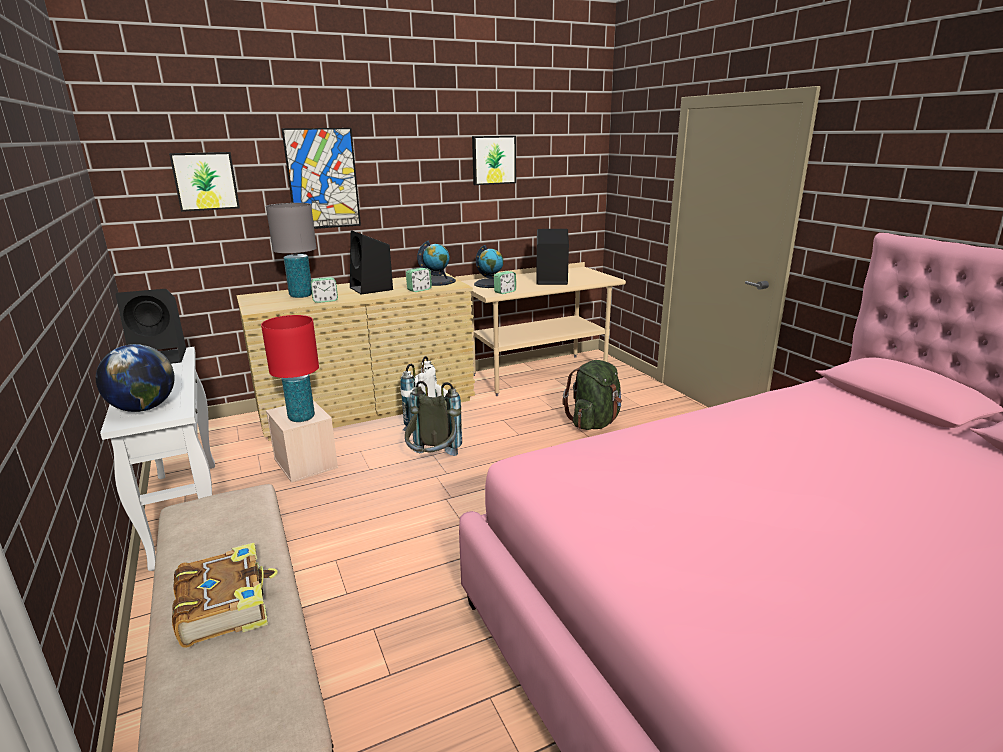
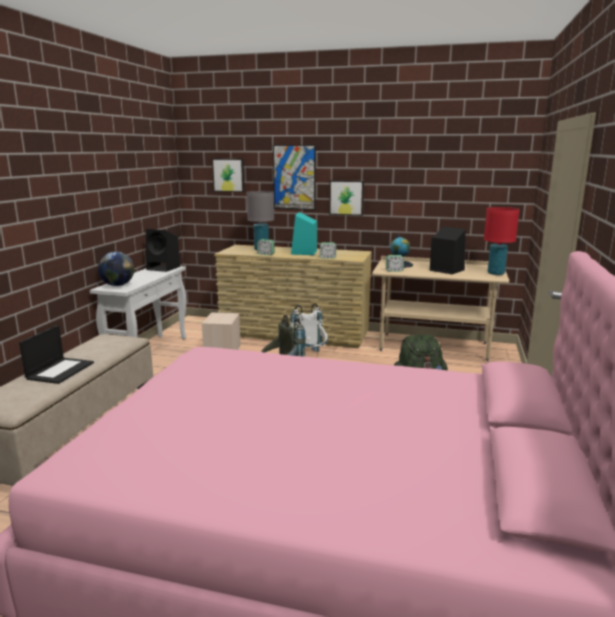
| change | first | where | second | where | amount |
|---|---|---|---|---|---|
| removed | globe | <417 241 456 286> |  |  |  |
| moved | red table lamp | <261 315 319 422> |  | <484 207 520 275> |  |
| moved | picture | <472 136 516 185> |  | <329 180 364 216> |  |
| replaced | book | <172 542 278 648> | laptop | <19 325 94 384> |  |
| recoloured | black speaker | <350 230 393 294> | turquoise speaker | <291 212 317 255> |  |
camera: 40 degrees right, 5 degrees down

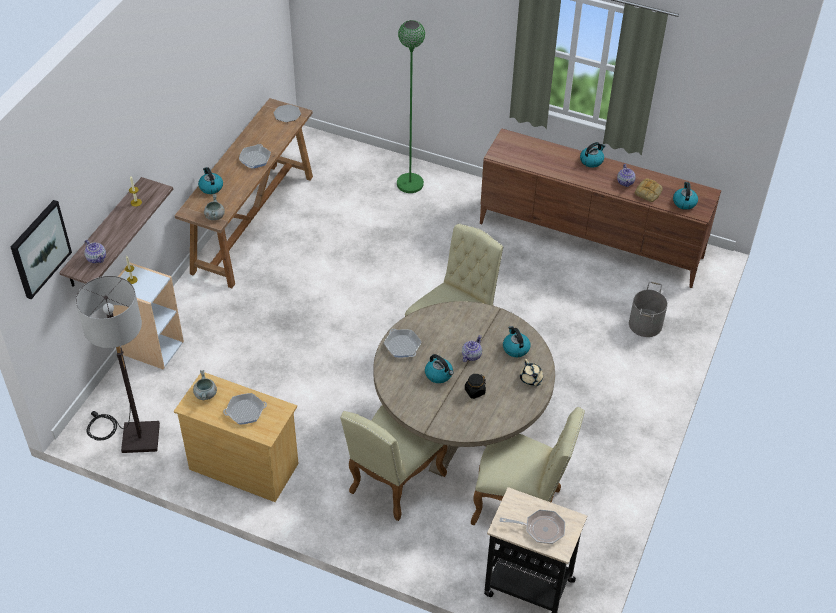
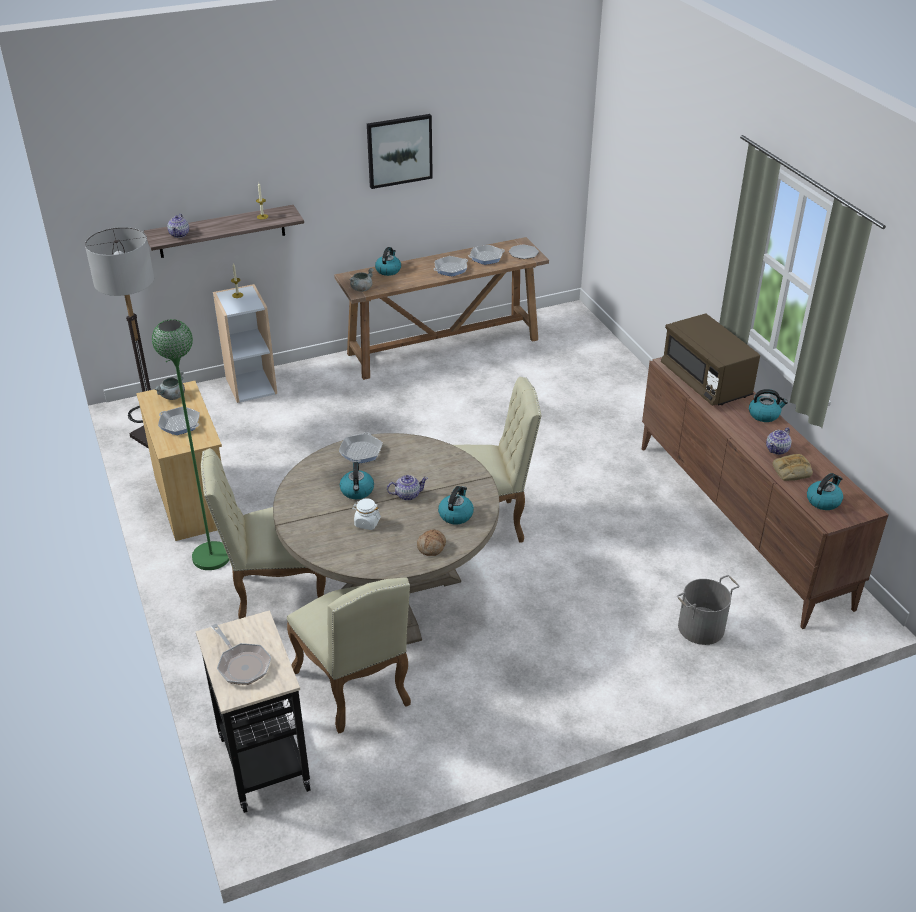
| change | first | where | second | where | amount |
|---|---|---|---|---|---|
| added |  |  | frying pan | <468 245 505 265> |  |
| added |  |  | brown microwave | <661 313 760 406> |  |
| moved | picture | <11 200 72 299> |  | <367 114 433 189> |  |
| moved | green floor lamp | <397 20 425 193> |  | <152 319 229 570> |  |
| replaced | beige teapot | <520 359 543 386> | bread | <417 529 446 556> |  |
| recoloured | black jar | <465 374 486 399> | white jar | <352 498 381 530> |  |
camera: 45 degrees right, 10 degrees down

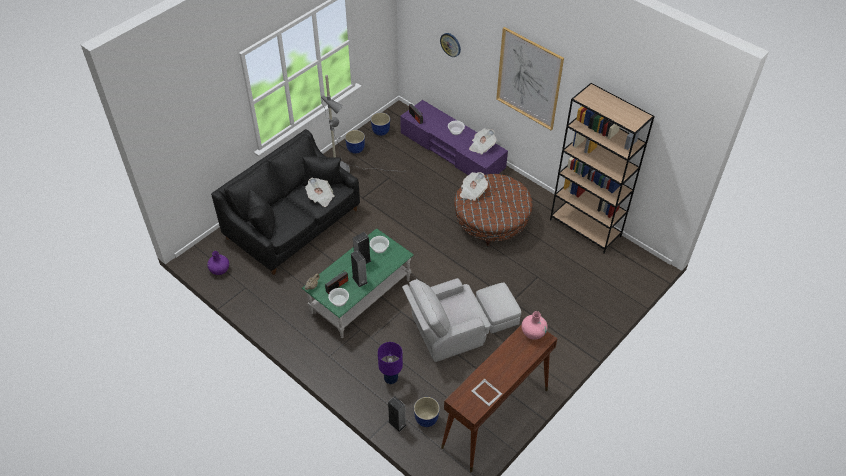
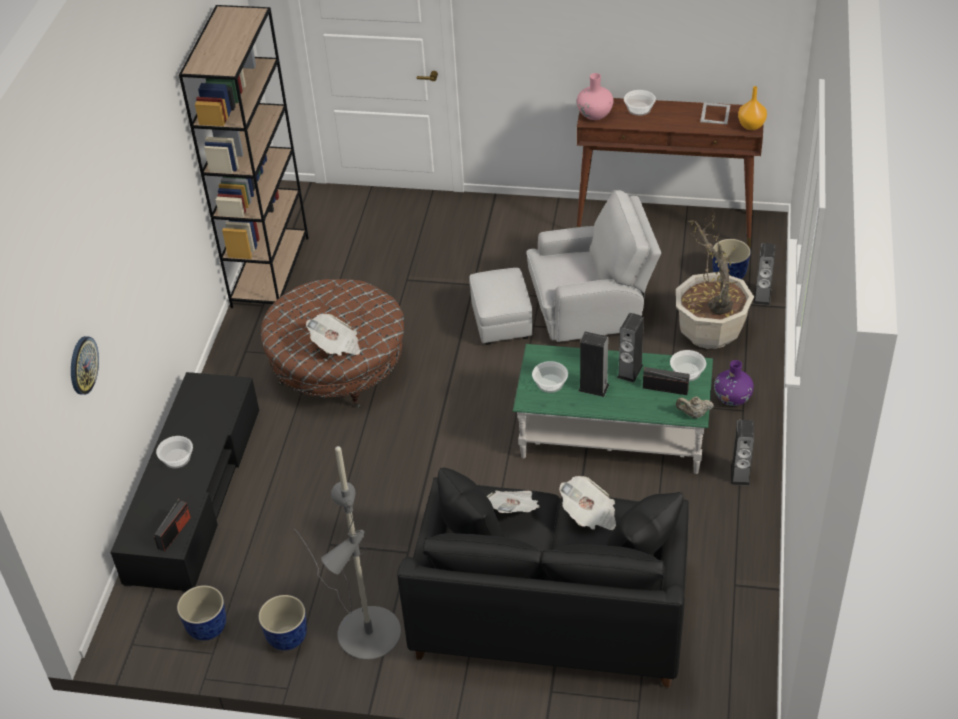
| change | first | where | second | where | amount |
|---|---|---|---|---|---|
| removed | picture | <496 27 564 130> |  |  |  |
| added |  |  | bowl | <624 90 656 116> |  |
| added |  |  | speaker | <731 420 754 486> |  |
| added |  |  | orange vase | <738 86 767 130> |  |
| moved | purple vase | <207 251 229 275> |  | <714 360 754 406> |  |
| moved | newspaper | <469 128 496 154> |  | <559 476 616 530> |  |
| replaced | purple table lamp | <378 342 403 384> | potted plant | <676 211 754 349> |  |
| recoloured | purple tv stand | <400 100 508 175> | black tv stand | <110 372 259 592> |  |
| turned | white armchair | <402 278 521 362> |  | <469 190 661 345> | 45 degrees counterclockwise |
camera: 120 degrees left, 5 degrees down

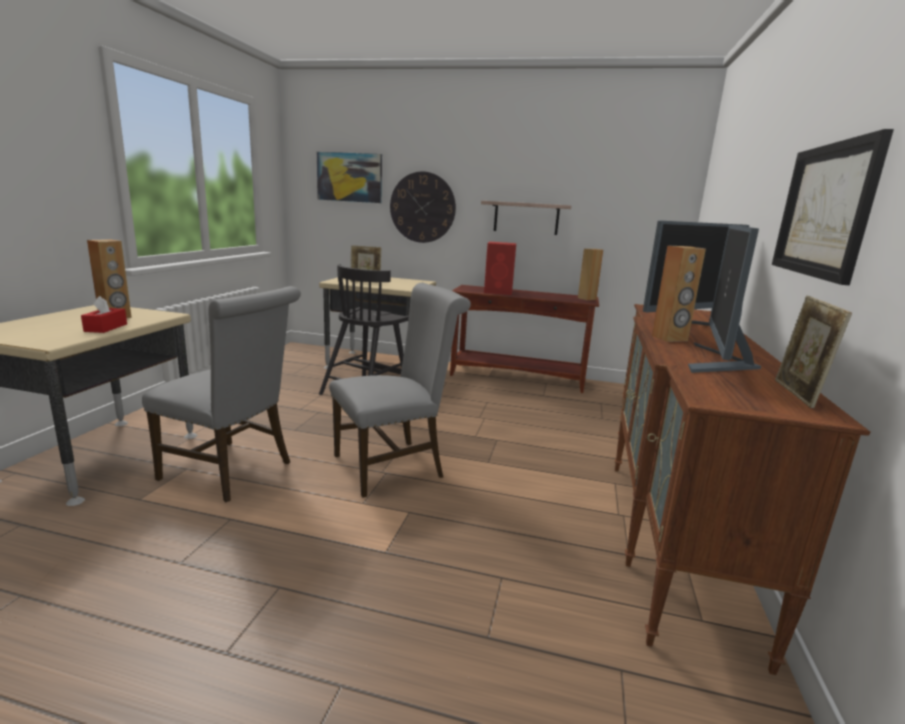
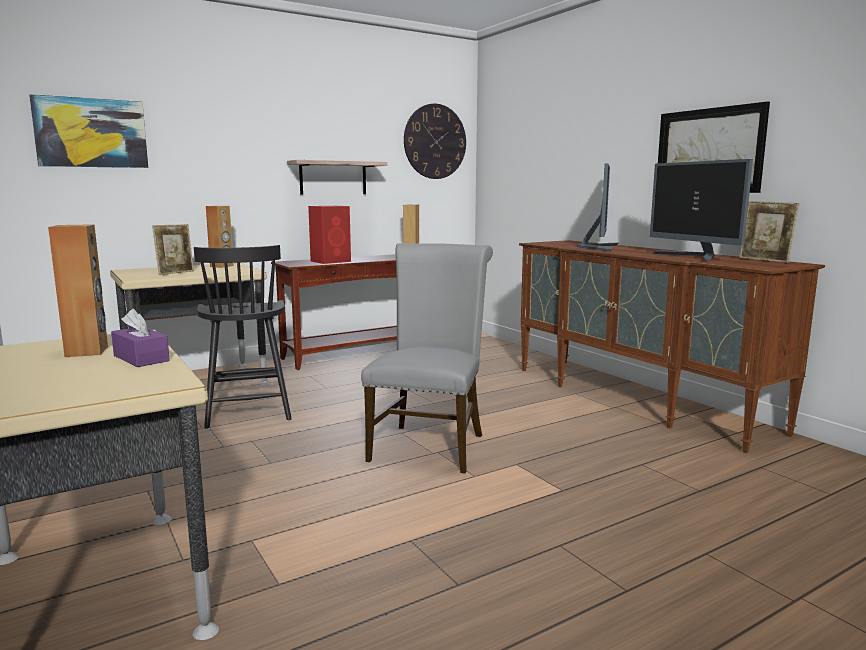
| change | first | where | second | where | amount |
|---|---|---|---|---|---|
| removed | grey chair | <142 286 301 502> |  |  |  |
| moved | wall clock | <390 171 456 243> |  | <404 104 466 179> |  |
| moved | brown speaker | <652 246 706 342> |  | <206 206 234 268> |  |
| recoloured | red tissue box | <81 296 127 333> | purple tissue box | <111 309 170 367> |  |
camera: 45 degrees left, 5 degrees down

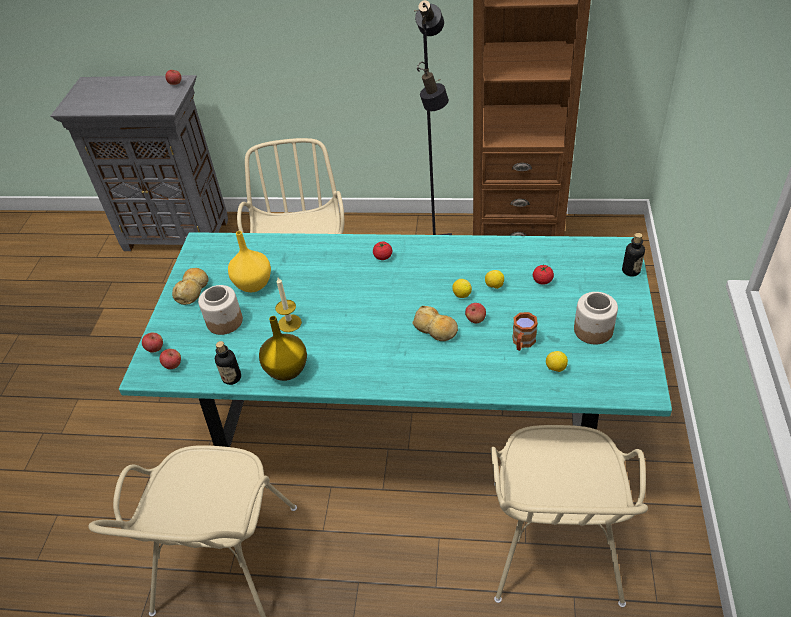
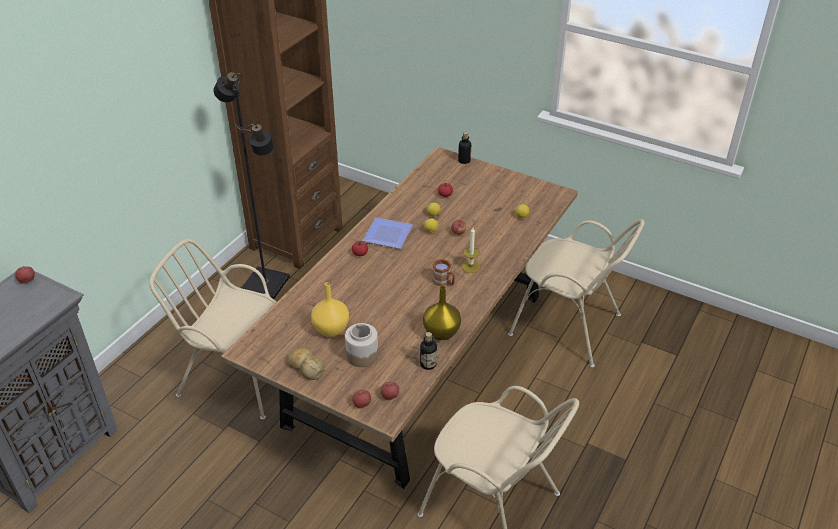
| change | first | where | second | where | amount |
|---|---|---|---|---|---|
| removed | bread | <412 306 458 341> |  |  |  |
| removed | jar | <574 292 618 345> |  |  |  |
| added |  |  | plate | <362 217 413 249> |  |
| moved | candle | <275 277 302 332> |  | <462 228 480 273> |  |
| moved | brown mug | <512 312 538 351> |  | <432 259 455 286> |  |
| recoloured | turquoise dining table | <119 232 672 447> | brown dining table | <221 147 578 489> |  |
camera: 70 degrees left, 5 degrees down

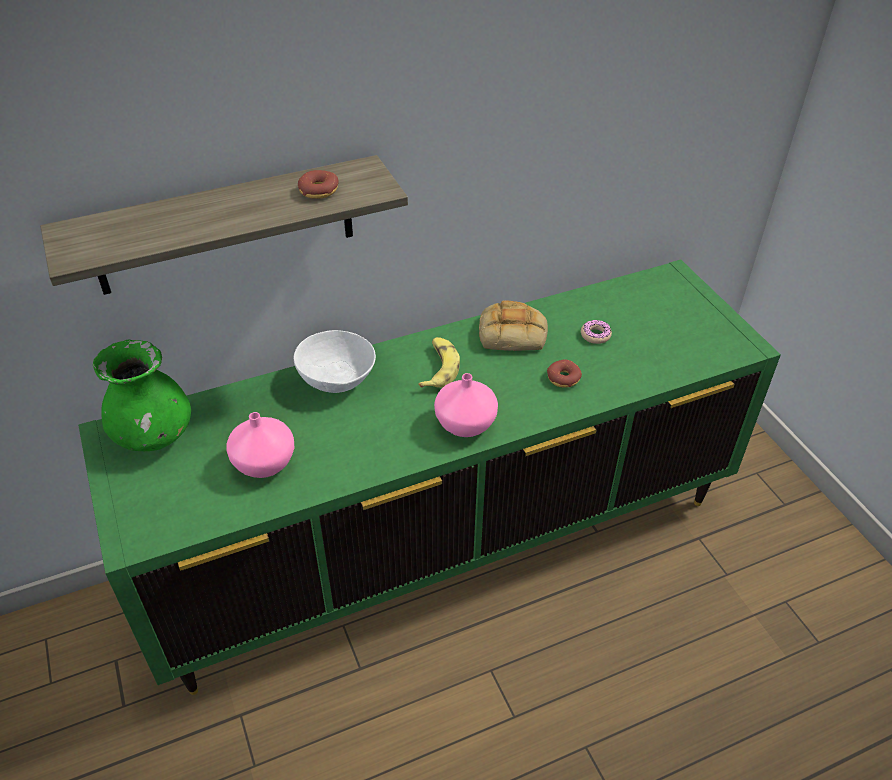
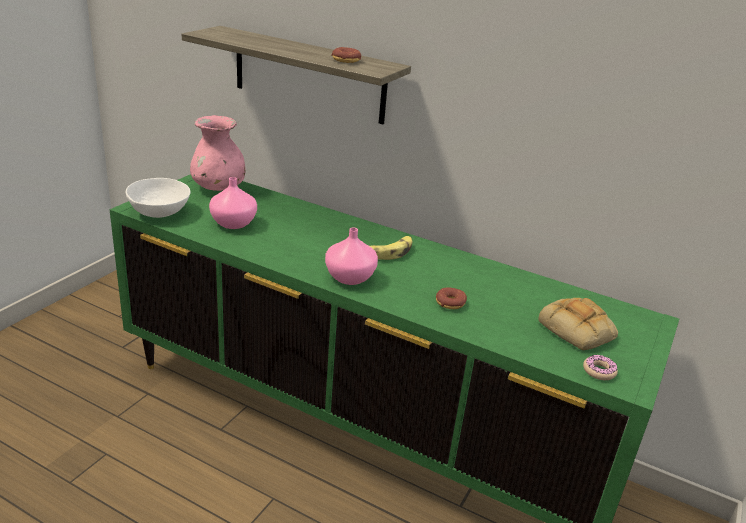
| change | first | where | second | where | amount |
|---|---|---|---|---|---|
| moved | white bowl | <294 330 376 393> |  | <126 178 190 218> |  |
| moved | bread | <479 300 548 351> |  | <538 298 618 351> |  |
| moved | donut | <581 320 612 344> |  | <583 355 618 380> |  |
| recoloured | green vase | <93 340 191 451> | pink vase | <190 115 246 191> |  |
camera: 50 degrees right, 15 degrees down

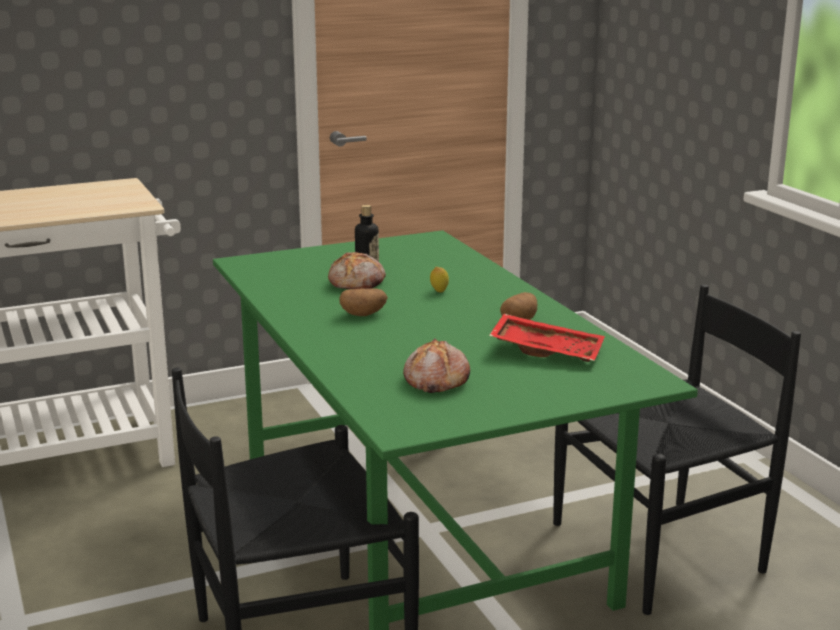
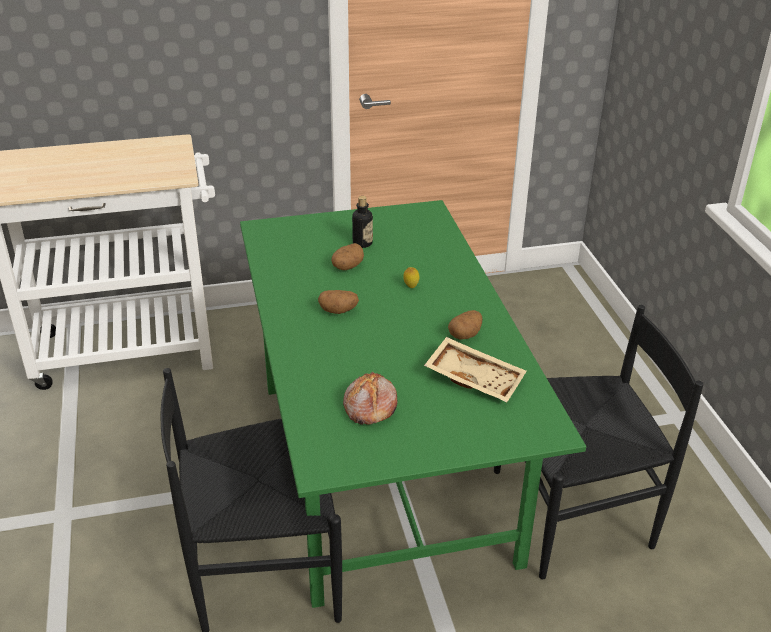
| change | first | where | second | where | amount |
|---|---|---|---|---|---|
| replaced | bread | <328 252 386 289> | potato | <331 243 364 270> |  |
| recoloured | red tray | <489 314 605 362> | beige tray | <424 337 527 402> |  |
camera: 10 degrees right, 15 degrees up

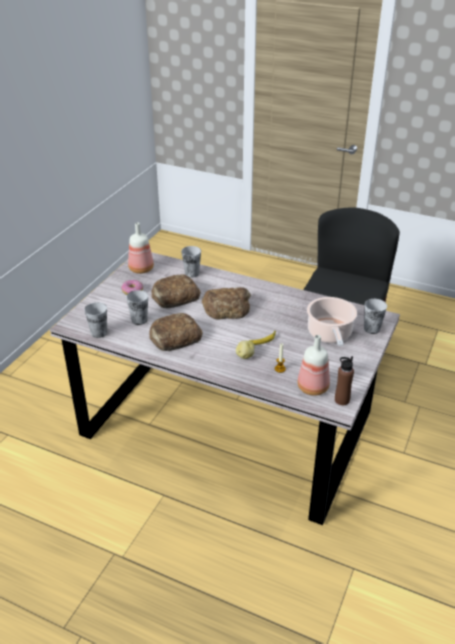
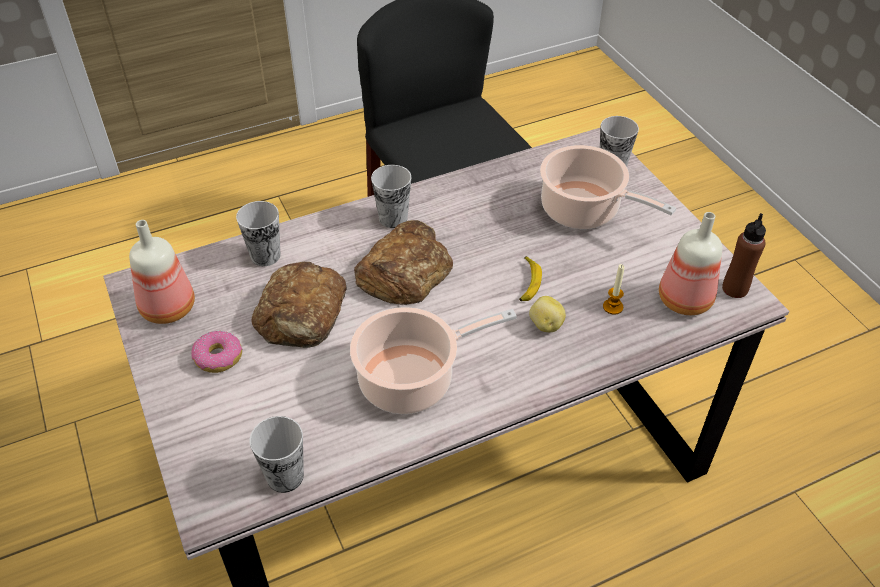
| change | first | where | second | where | amount |
|---|---|---|---|---|---|
| moved | cup | <126 290 148 325> |  | <371 165 411 228> |  |
| replaced | bread | <149 313 203 351> | cooking pot | <350 307 517 414> |  |
camera: 50 degrees left, 10 degrees up

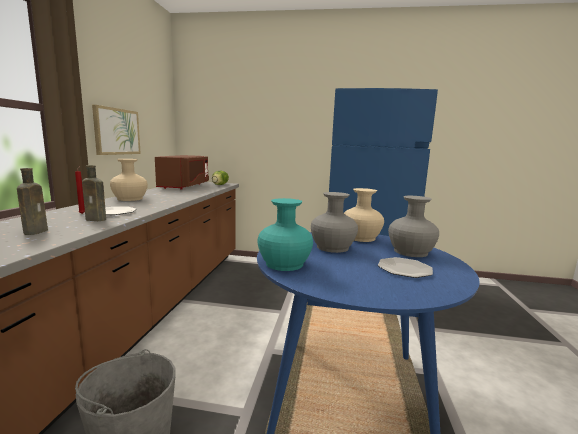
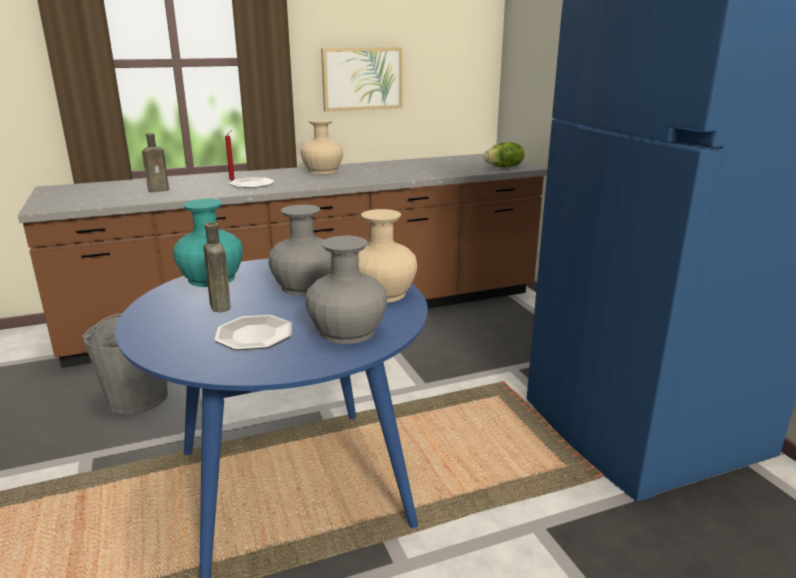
| change | first | where | second | where | amount |
|---|---|---|---|---|---|
| removed | brown microwave | <155 155 209 190> |  |  |  |
| moved | brown bottle | <82 165 106 221> |  | <204 222 231 312> |  |
camera: 60 degrees right, 10 degrees up

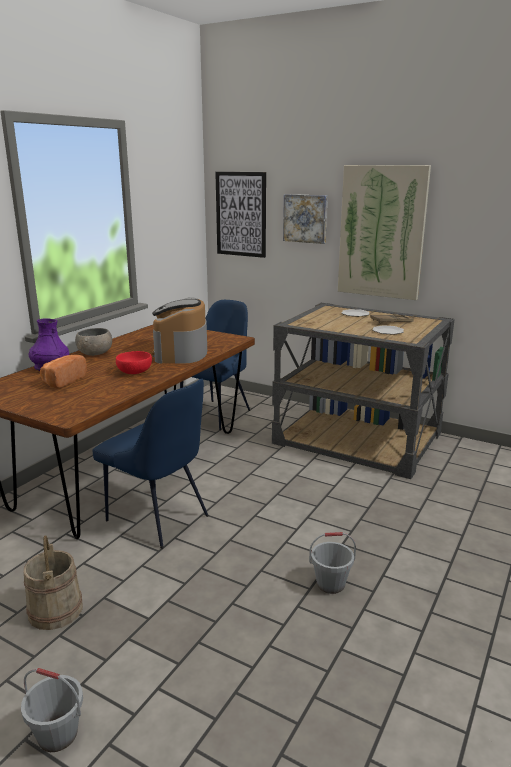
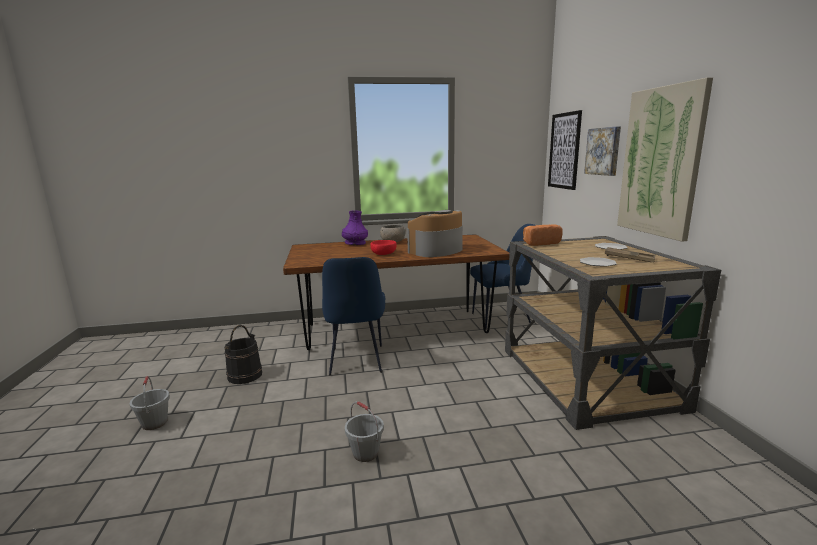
| change | first | where | second | where | amount |
|---|---|---|---|---|---|
| moved | bread | <40 355 87 389> |  | <523 224 563 246> |  |
| recoloured | beige bucket | <24 536 83 630> | black bucket | <225 325 262 384> |  |
camera: 50 degrees right, 5 degrees down

